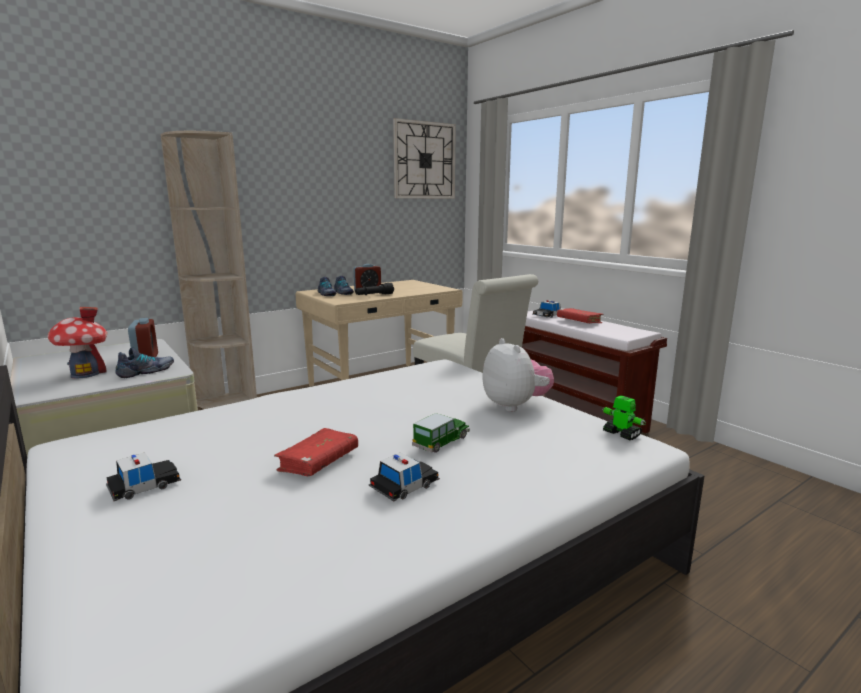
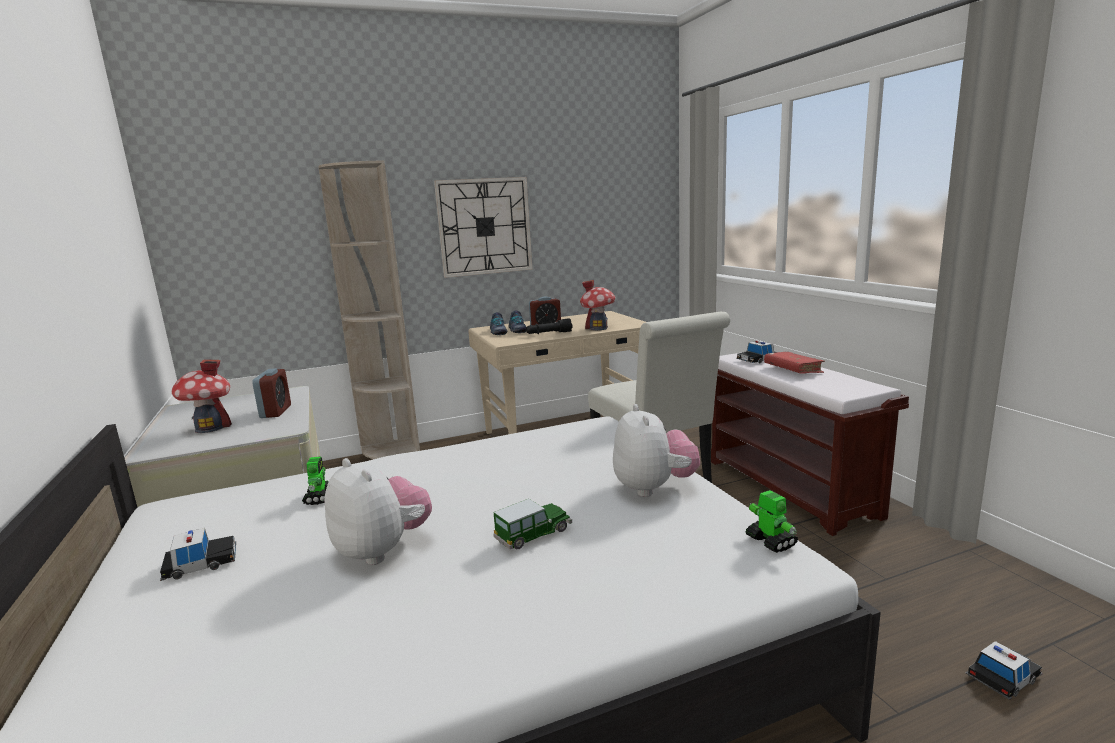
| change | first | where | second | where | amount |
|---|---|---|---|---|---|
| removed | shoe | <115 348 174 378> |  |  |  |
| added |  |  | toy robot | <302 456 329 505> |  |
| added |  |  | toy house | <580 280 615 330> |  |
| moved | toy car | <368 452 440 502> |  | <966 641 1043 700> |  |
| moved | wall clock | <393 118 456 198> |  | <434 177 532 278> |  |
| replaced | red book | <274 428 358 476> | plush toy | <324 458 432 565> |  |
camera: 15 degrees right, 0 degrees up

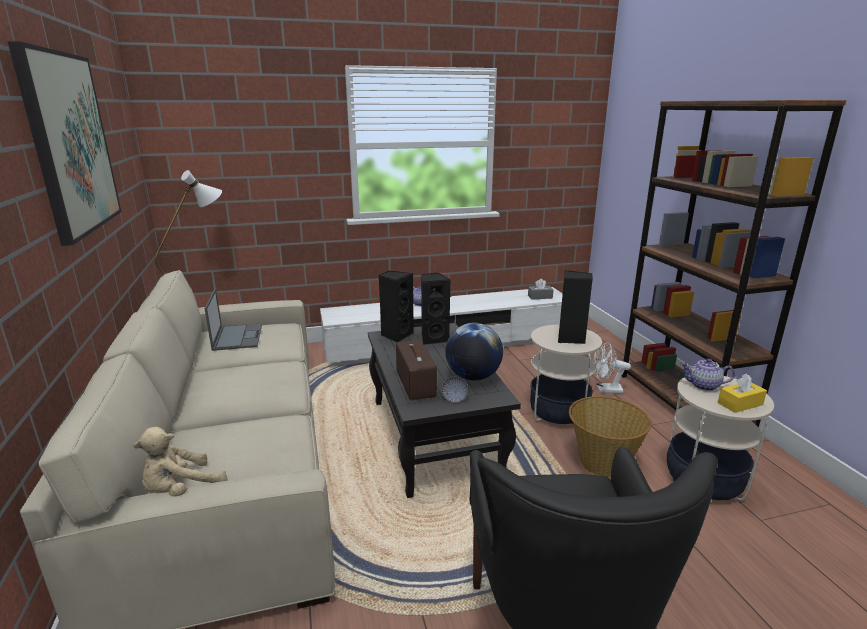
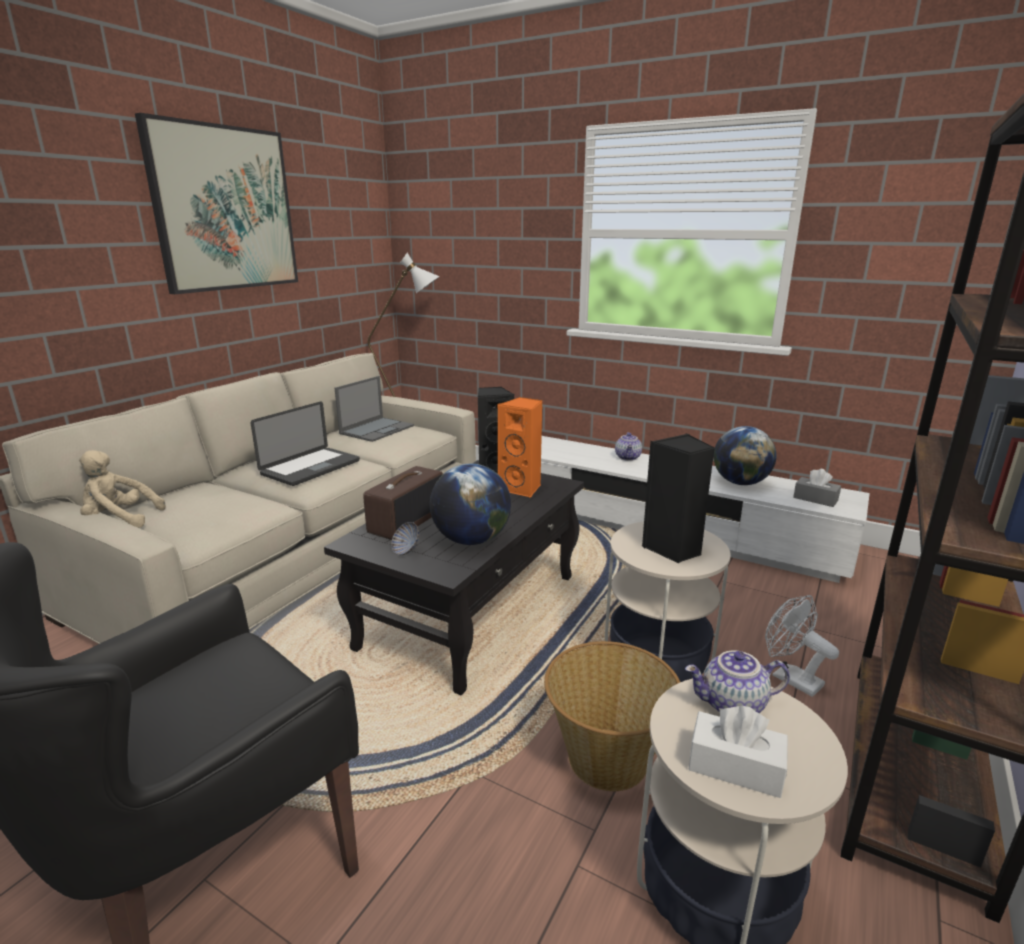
| change | first | where | second | where | amount |
|---|---|---|---|---|---|
| added |  |  | laptop | <251 402 360 486> |  |
| added |  |  | globe | <714 426 777 485> |  |
| recoloured | black speaker | <421 273 450 345> | orange speaker | <497 397 542 498> |  |
| recoloured | yellow tissue box | <718 373 767 413> | white tissue box | <688 706 788 798> |  |
| turned | teapot | <681 358 735 391> |  | <685 650 790 713> | 60 degrees counterclockwise |
camera: 45 degrees right, 0 degrees up

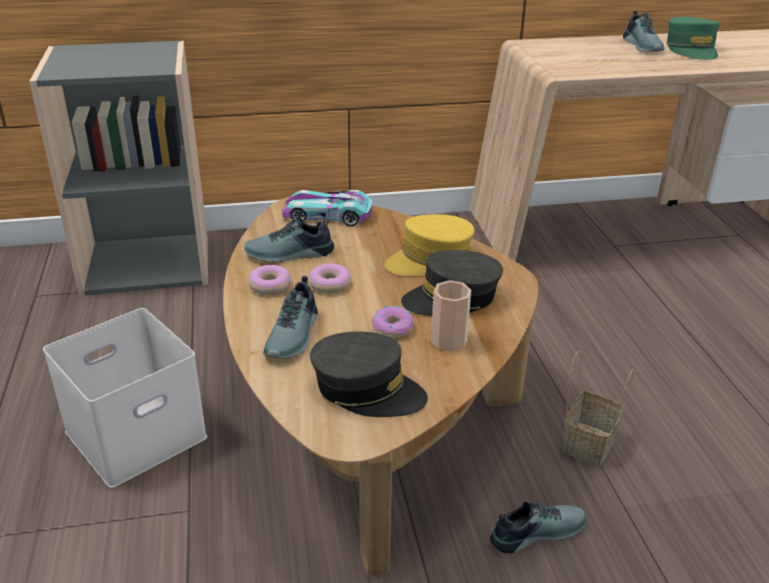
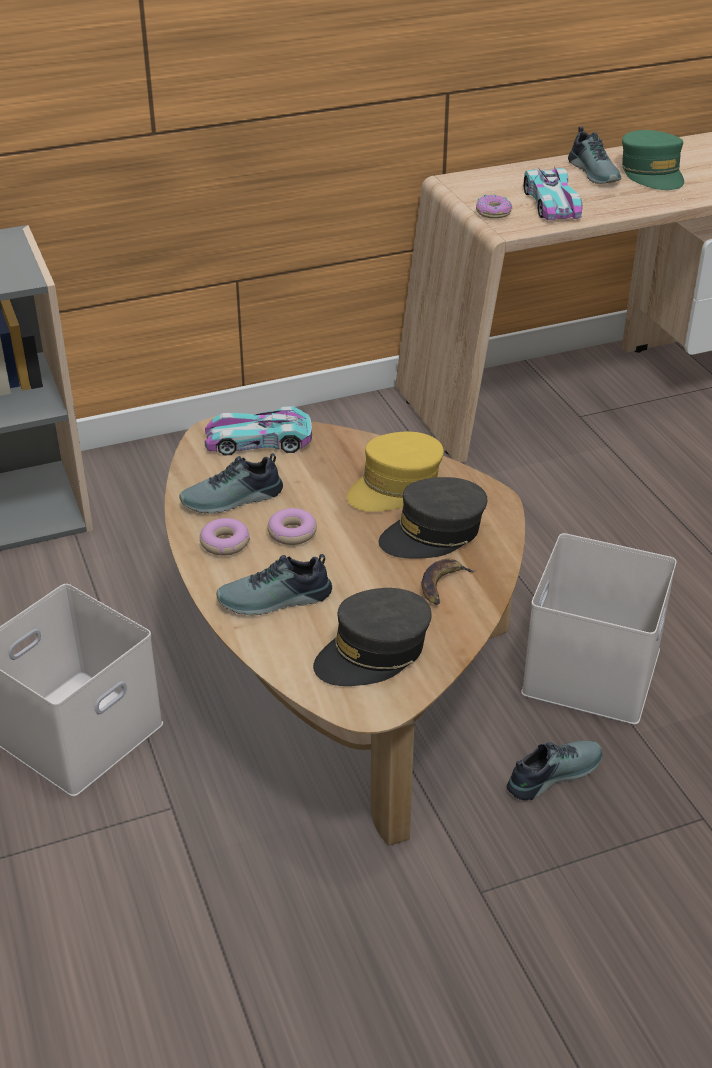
| change | first | where | second | where | amount |
|---|---|---|---|---|---|
| added |  |  | toy car | <523 167 583 220> |  |
| moved | donut | <372 305 414 338> |  | <476 195 512 218> |  |
| replaced | cup | <431 280 471 351> | banana | <422 559 476 605> |  |
| replaced | basket | <561 351 634 467> | white storage box | <521 533 677 725> |  |
| turned | shoe | <263 276 318 359> |  | <217 554 332 615> | 75 degrees clockwise |
| turned | grey cap | <310 332 428 417> |  | <313 588 432 686> | 135 degrees clockwise |
camera: 10 degrees left, 5 degrees up

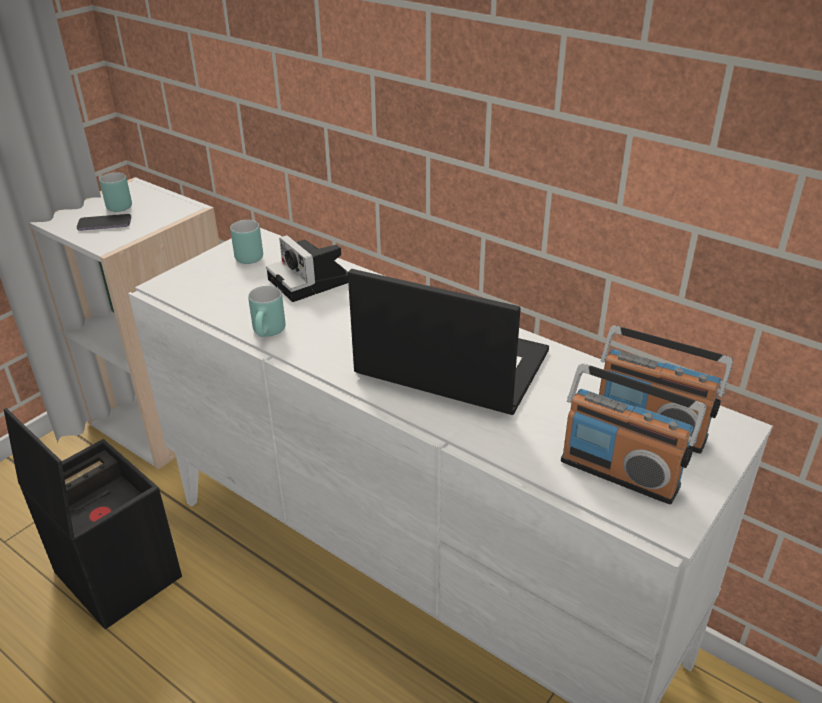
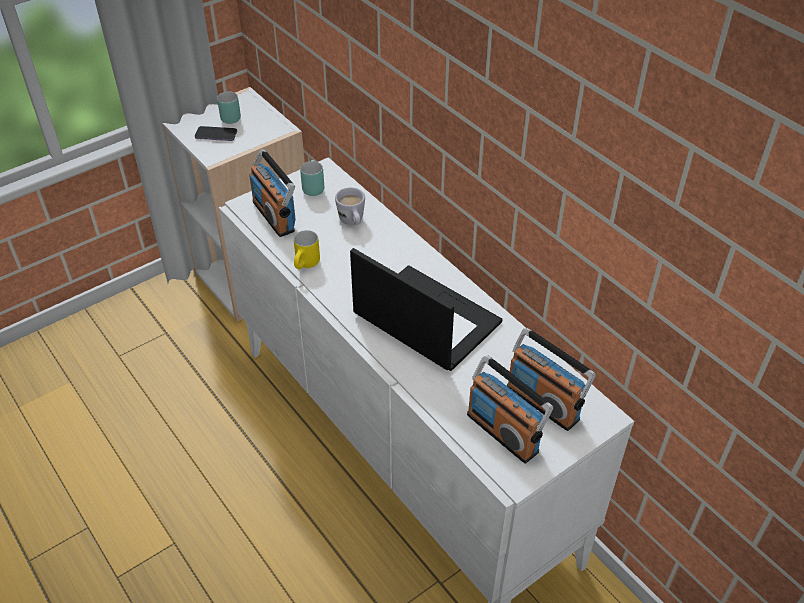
| change | first | where | second | where | amount |
|---|---|---|---|---|---|
| removed | black storage box | <4 408 182 629> |  |  |  |
| added |  |  | radio | <249 149 296 237> |  |
| replaced | photo camera | <266 235 348 302> | white mug | <335 187 365 225> |  |
| recoloured | turquoise mug | <248 286 285 337> | yellow mug | <294 230 320 270> |  |
camera: 15 degrees right, 10 degrees up

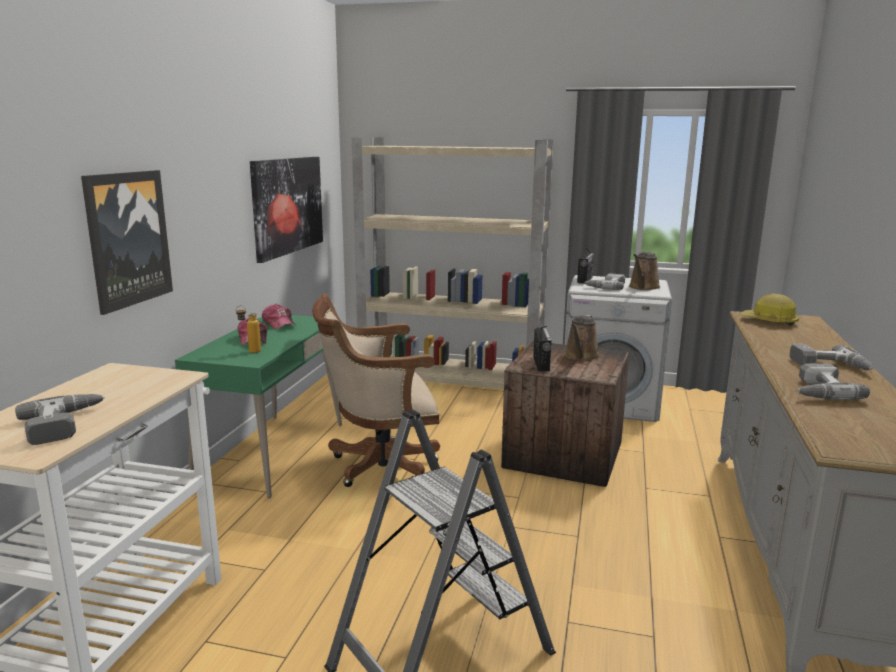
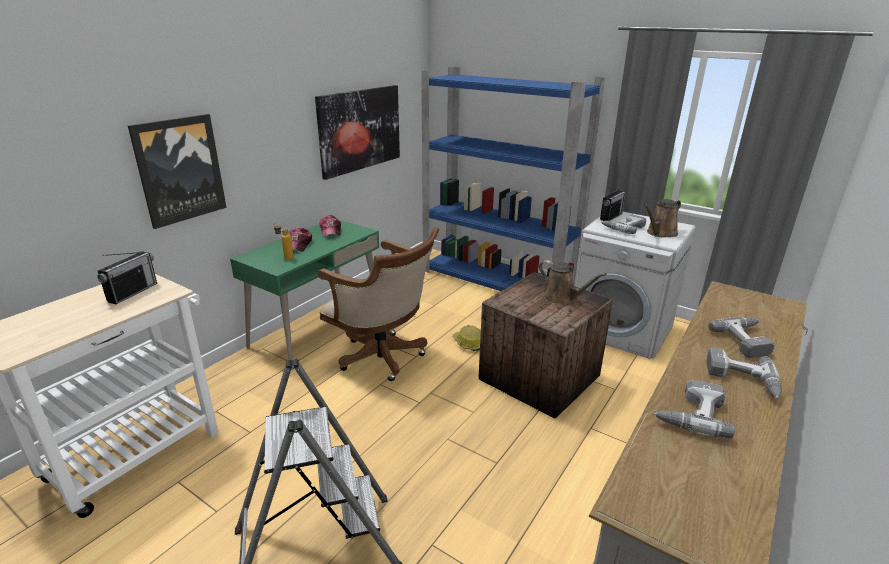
| change | first | where | second | where | amount |
|---|---|---|---|---|---|
| moved | power drill | <15 394 105 445> |  | <708 317 775 358> |  |
| moved | radio | <533 326 551 371> |  | <97 251 157 304> |  |
| moved | hard hat | <741 293 799 326> |  | <452 325 481 351> |  |
| recoloured | beige bookcase | <352 138 554 389> | blue bookcase | <421 67 605 291> |  |
| turned | office chair | <312 293 440 487> |  | <317 227 439 381> | 150 degrees counterclockwise |
| turned | brown watering can | <564 315 600 361> |  | <539 260 607 305> | 90 degrees counterclockwise |
camera: 20 degrees right, 10 degrees up

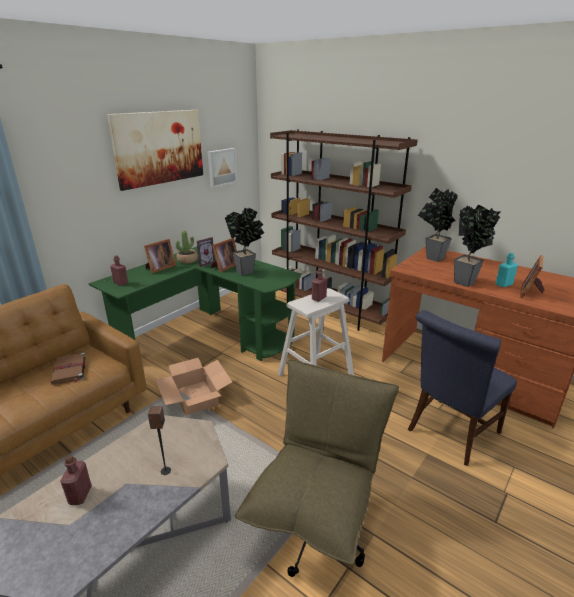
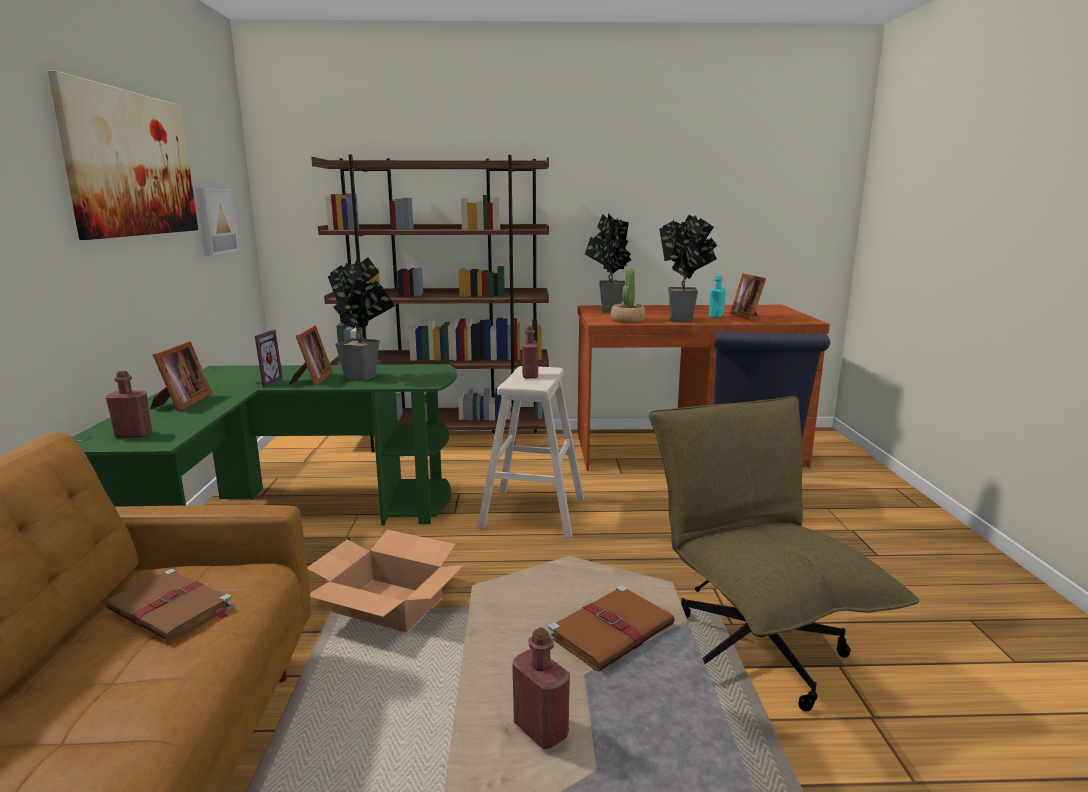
| change | first | where | second | where | amount |
|---|---|---|---|---|---|
| moved | potted plant | <176 230 198 264> |  | <611 269 645 323> |  |
| replaced | speaker | <148 406 171 475> | brown book | <548 585 675 671> |  |
camera: 40 degrees left, 10 degrees down

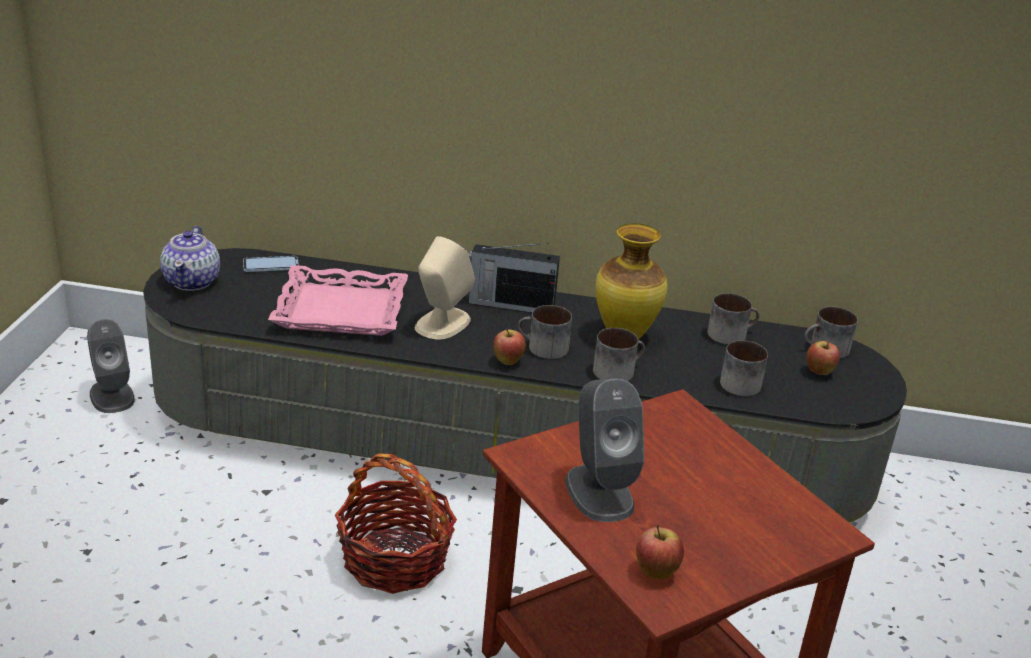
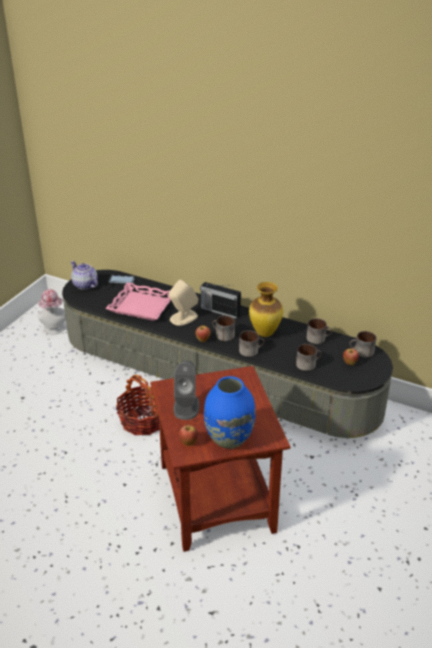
| change | first | where | second | where | amount |
|---|---|---|---|---|---|
| added |  |  | blue vase | <204 376 256 449> |  |
| replaced | grey speaker | <87 319 135 413> | hat | <37 289 66 335> |  |
| turned | teapot | <160 226 220 291> |  | <71 261 98 290> | 120 degrees clockwise |
camera: 20 degrees right, 5 degrees up

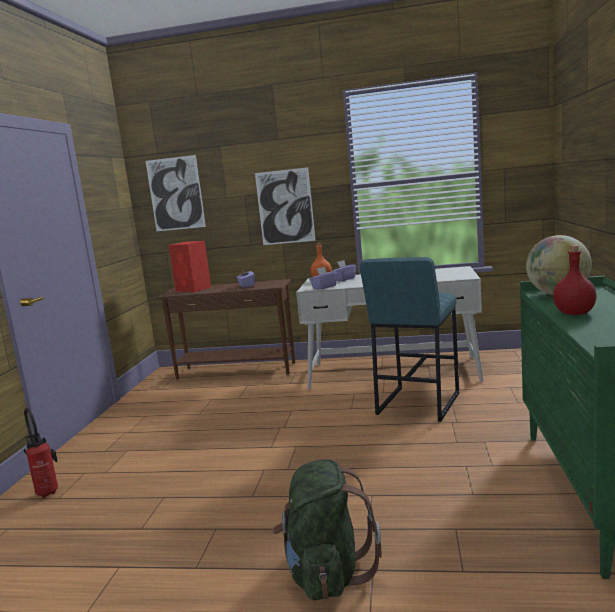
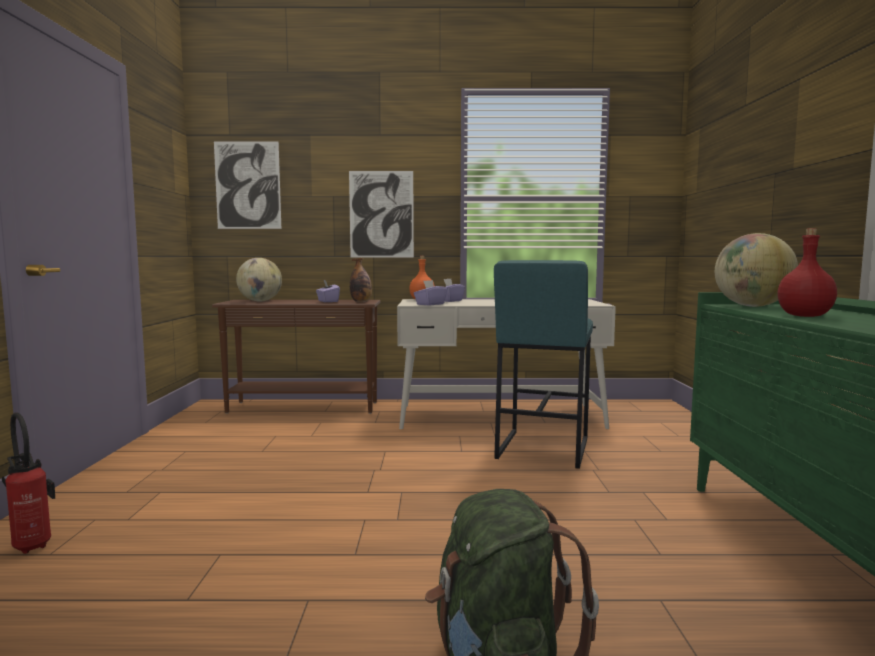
| change | first | where | second | where | amount |
|---|---|---|---|---|---|
| added |  |  | bottle | <350 258 372 302> |  |
| replaced | red speaker | <169 241 211 292> | globe | <236 258 282 302> |  |
camera: 10 degrees left, 5 degrees down

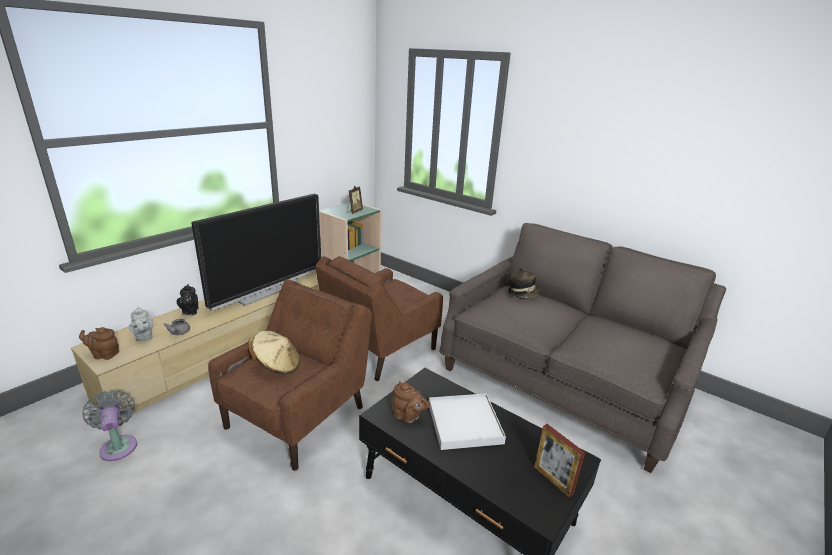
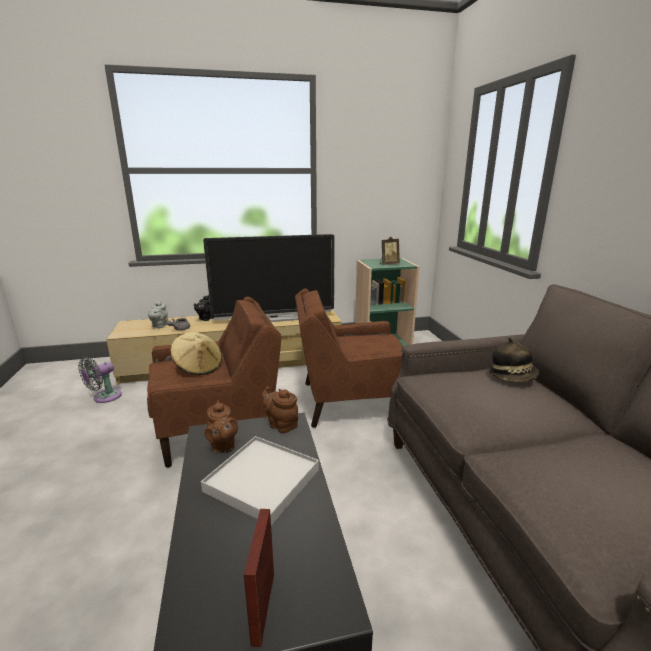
| change | first | where | second | where | amount |
|---|---|---|---|---|---|
| moved | brown teapot | <79 327 119 360> |  | <262 386 299 433> |  |
| turned | grey fan | <82 390 137 461> |  | <78 357 122 403> | 150 degrees counterclockwise |
camera: 40 degrees right, 5 degrees down

